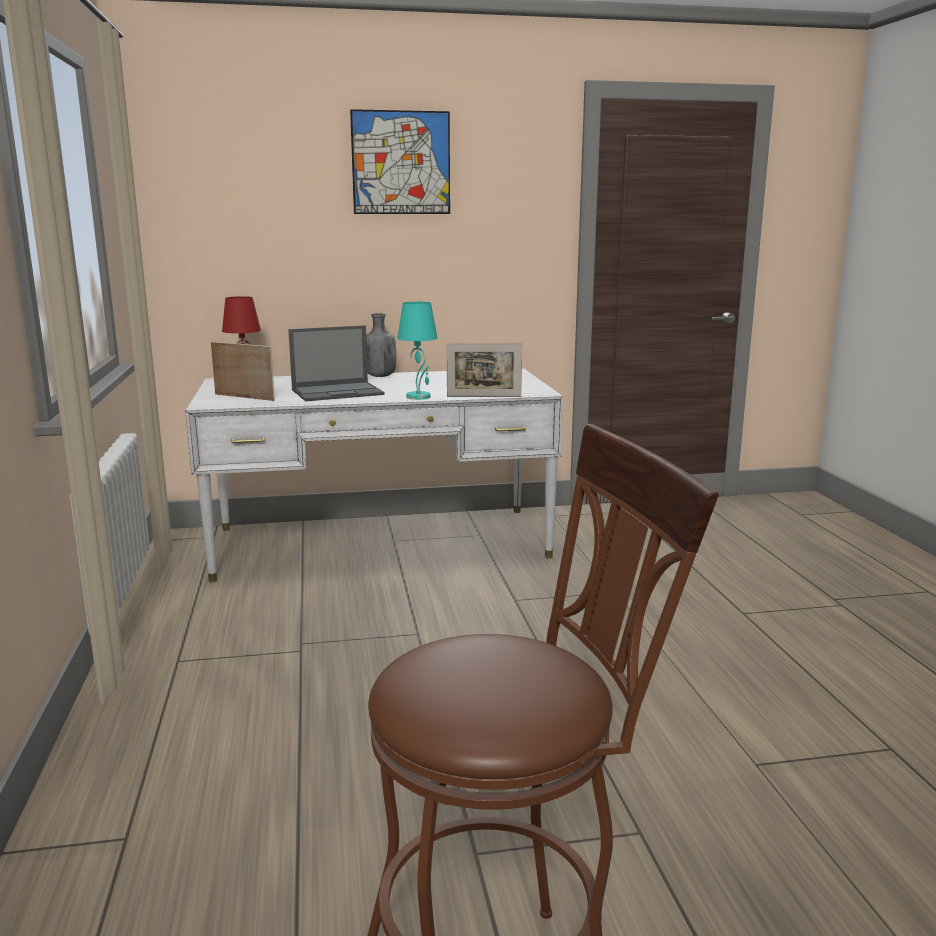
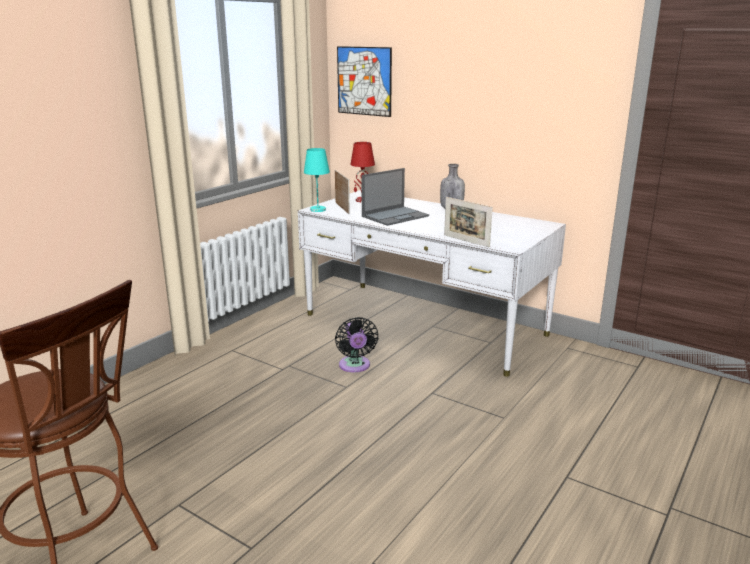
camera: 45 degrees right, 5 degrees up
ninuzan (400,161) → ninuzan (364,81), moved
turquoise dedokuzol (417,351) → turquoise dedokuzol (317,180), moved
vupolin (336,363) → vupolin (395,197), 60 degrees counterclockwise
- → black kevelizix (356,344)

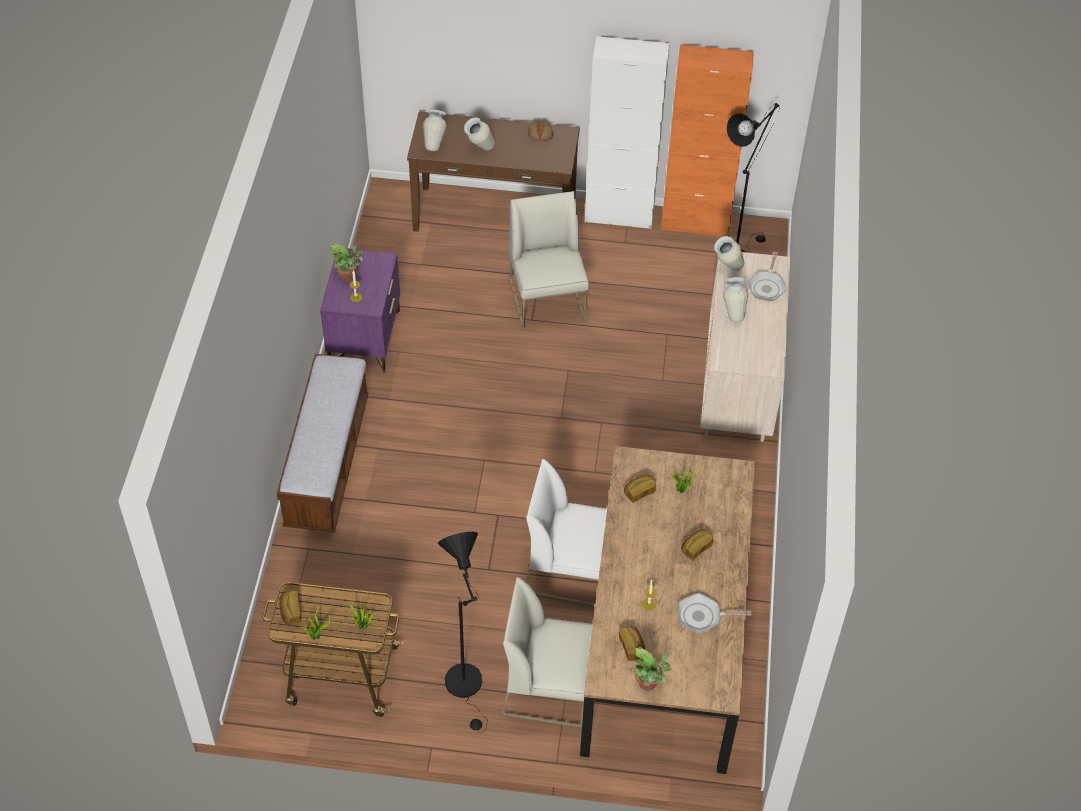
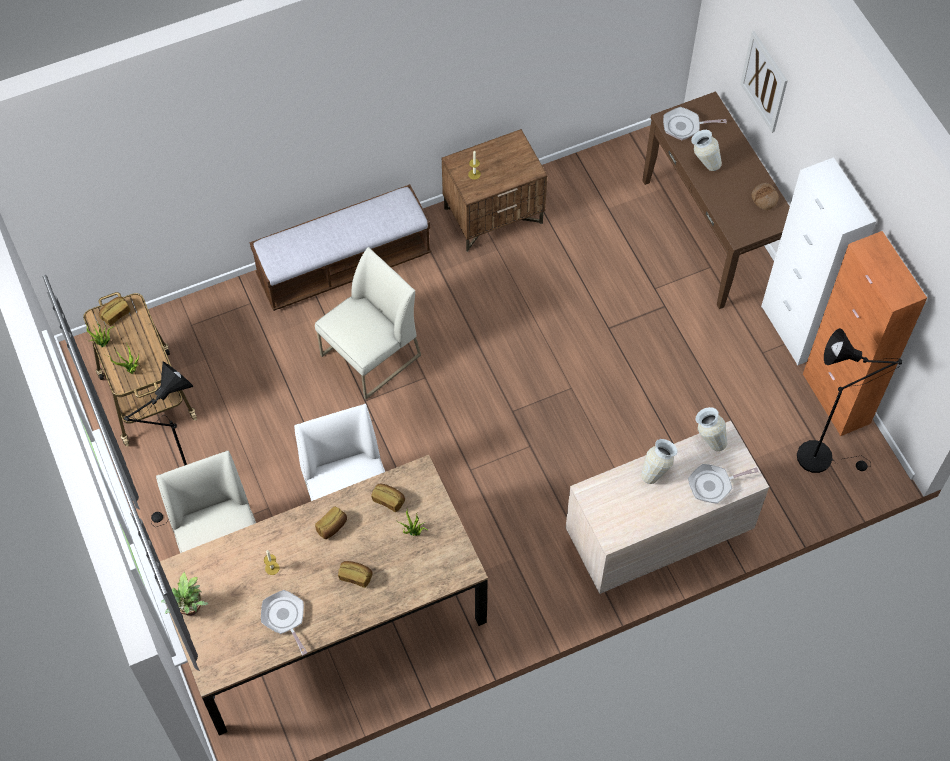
camera: 60 degrees right, 10 degrees up
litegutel (435,130) → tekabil (695,123)
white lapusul (549,261) → white lapusul (368,323), moved
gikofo (346,263) → -
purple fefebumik (360,310) → brown fefebumik (494,190)
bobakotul (632,643) → bobakotul (331,522), moved
- → ninuzan (764,82)

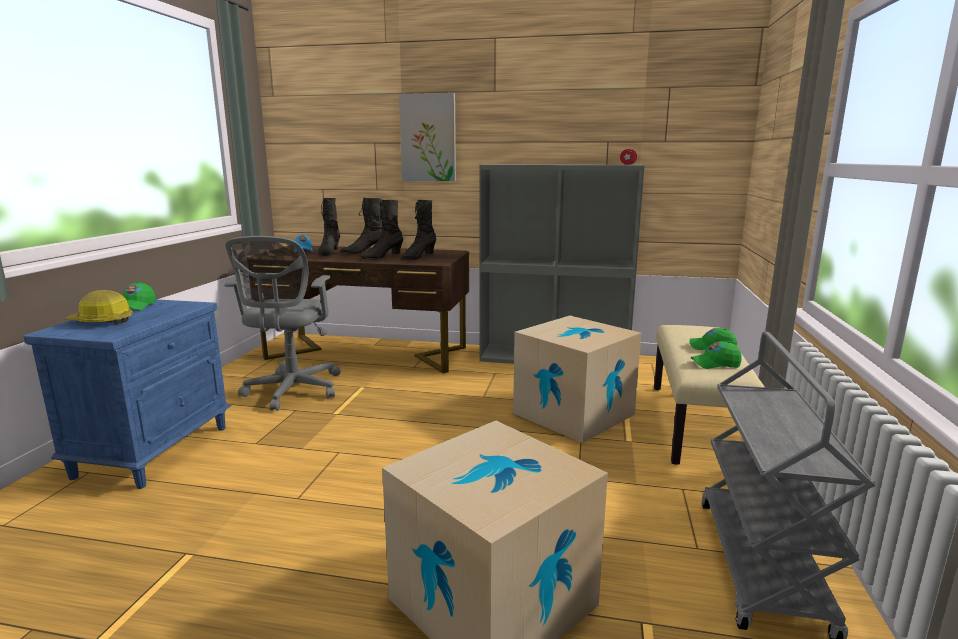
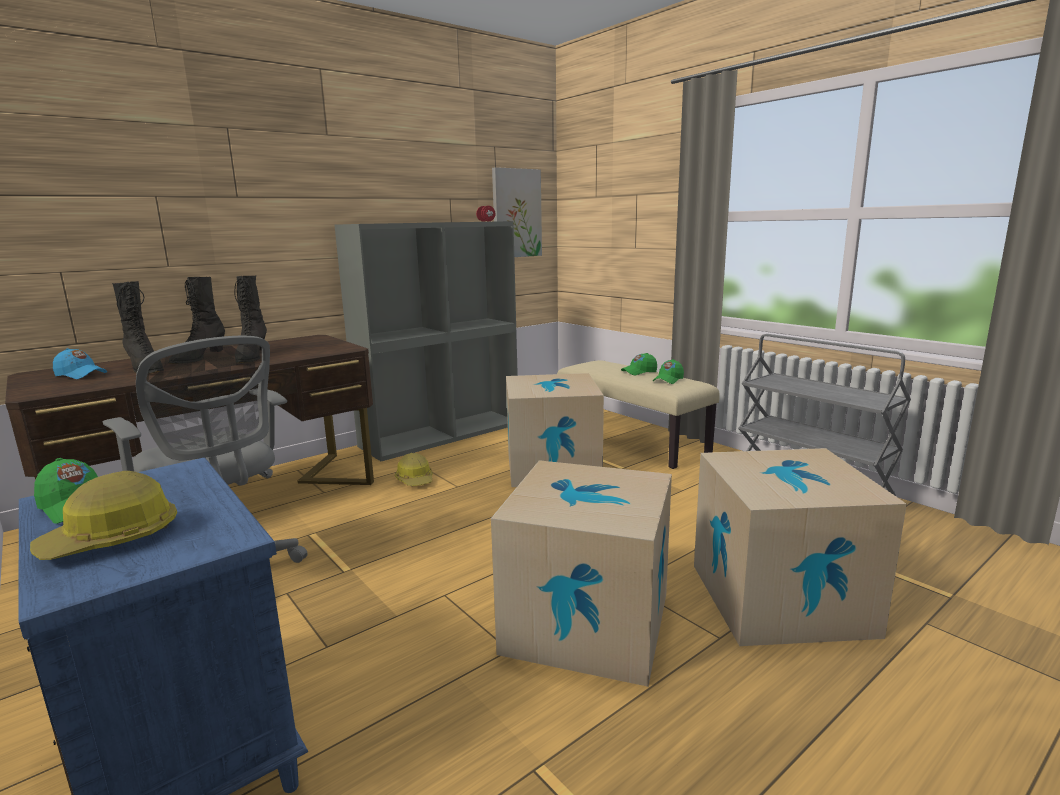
camera: 50 degrees left, 0 degrees up
ninuzan (427,137) → ninuzan (517,212), moved
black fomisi (418,230) → -
- → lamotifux (414,469)
- → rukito (581,573)

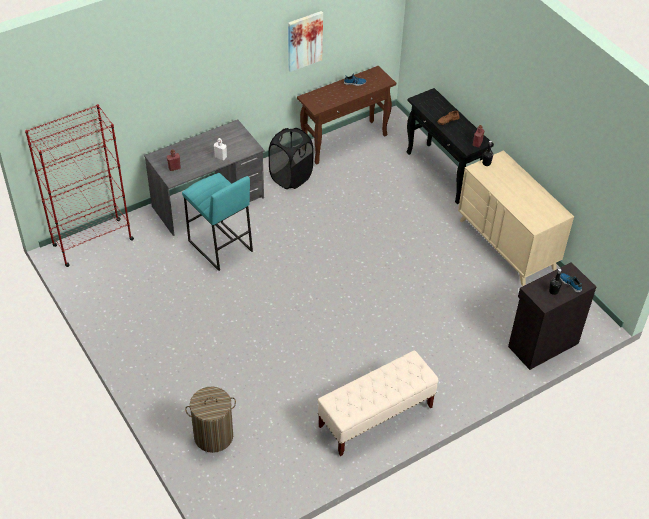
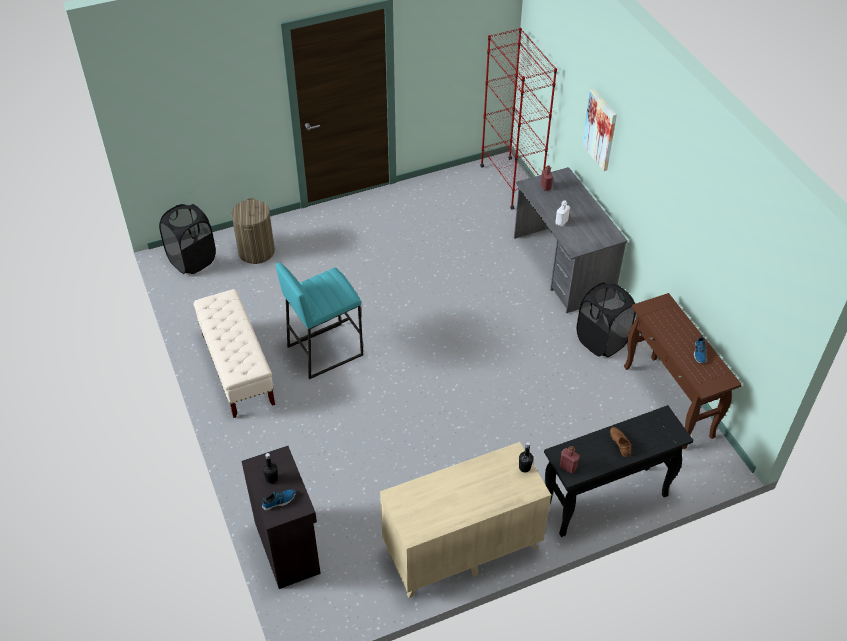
camera: 100 degrees right, 0 degrees up
ninuzan (305,41) → ninuzan (599,130), moved
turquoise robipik (217,222) → turquoise robipik (319,320), moved
- → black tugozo (187,239)

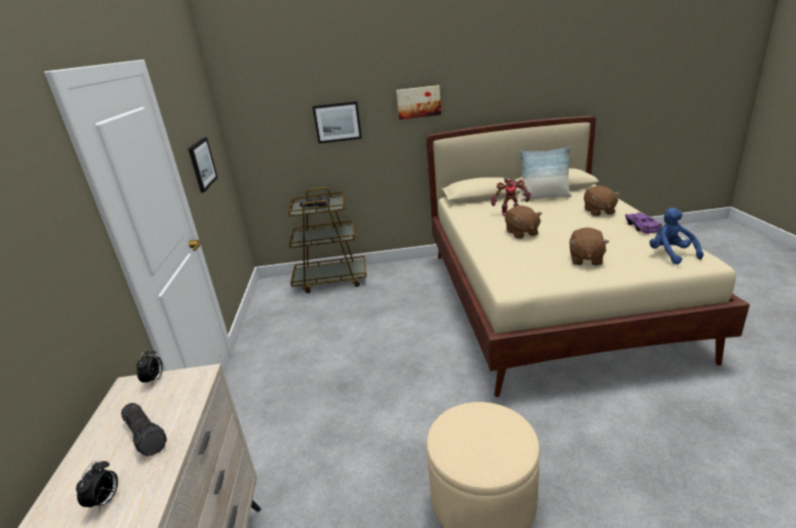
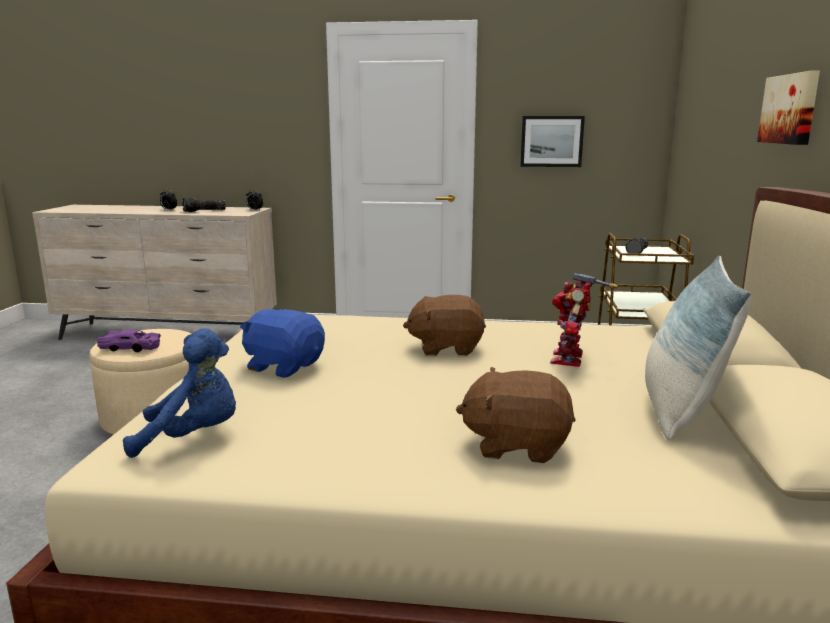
camera: 100 degrees right, 10 degrees down
ninuzan (337,122) → -
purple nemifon (643,223) → purple nemifon (129,340), moved
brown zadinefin (589,246) → blue zadinefin (282,343)

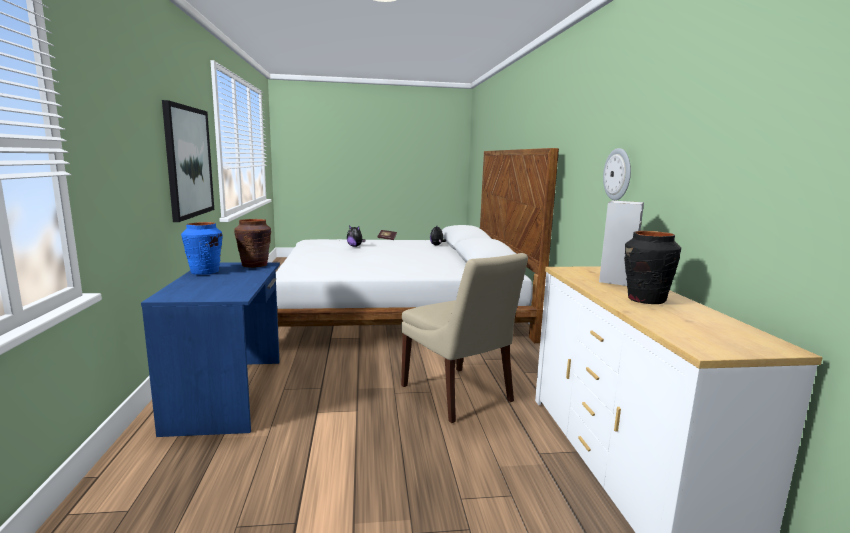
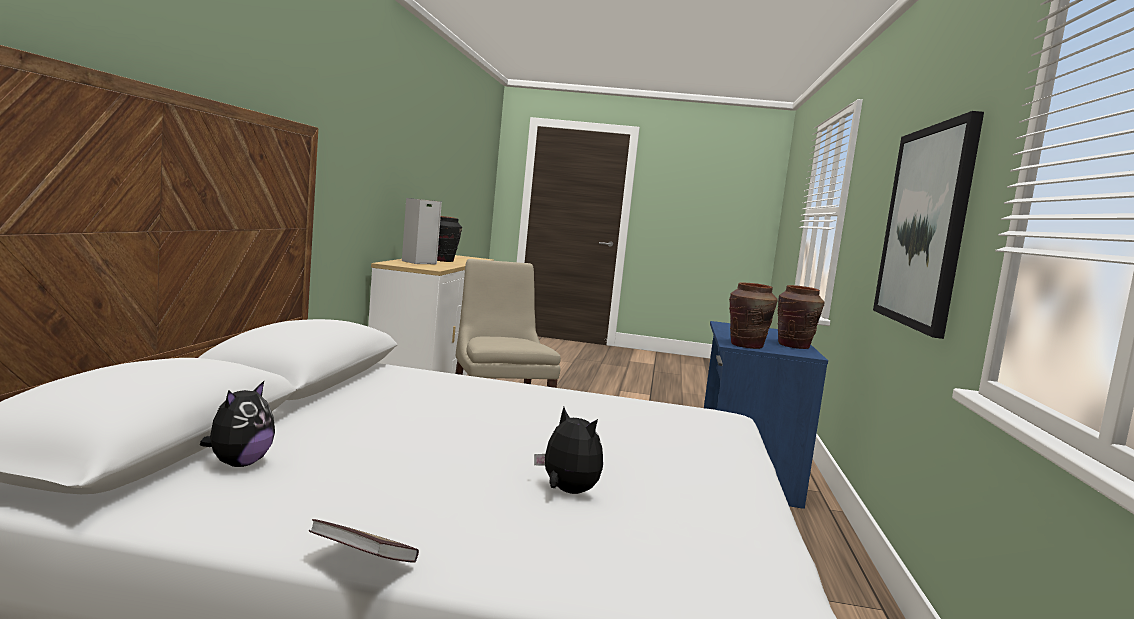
camera: 165 degrees left, 5 degrees down
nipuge (617,174) → -
blue litegutel (202,248) → brown litegutel (801,317)

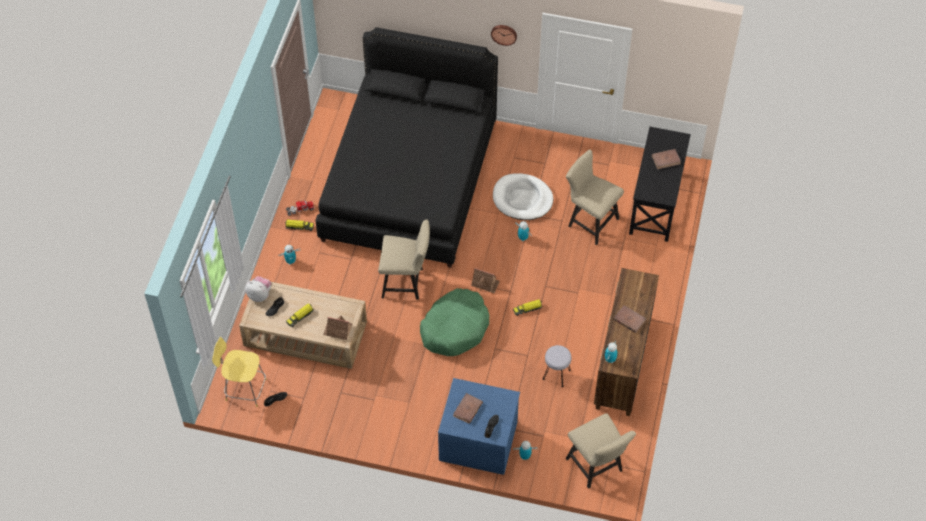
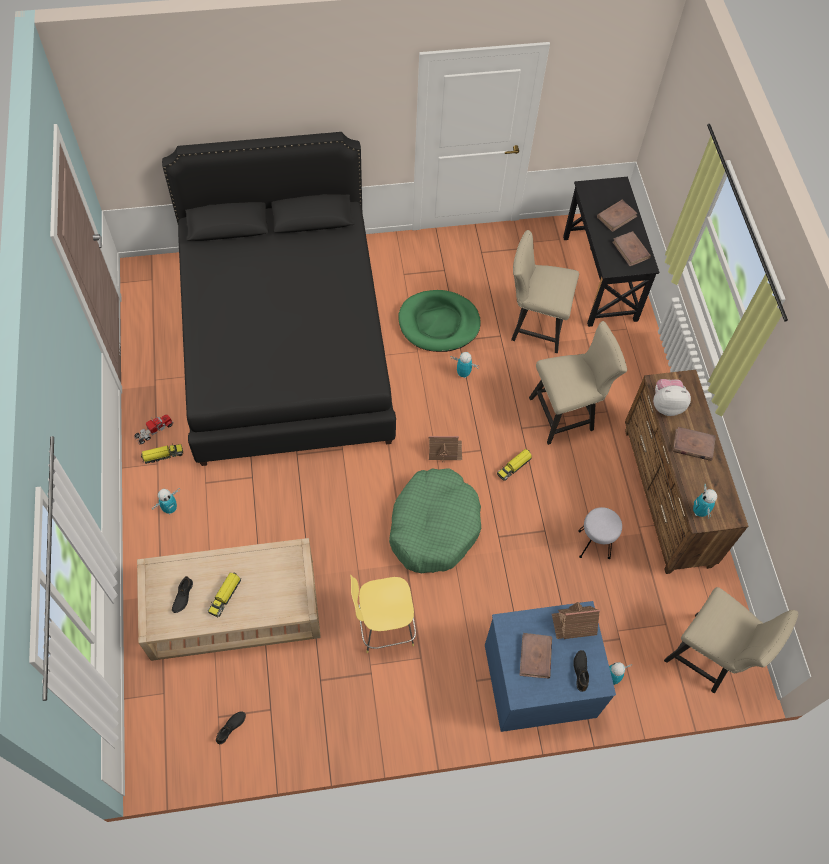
camera: 25 degrees left, 5 degrees up
nipuge (504,35) → -
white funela (523,196) → green funela (440,321)
beige lapusul (404,259) → beige lapusul (578,383), moved
zadinefin (258,289) → zadinefin (672,397), moved
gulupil (337,327) → gulupil (576,620), moved
yellow robipik (239,372) → yellow robipik (383,614), moved
- → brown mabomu (632,248)

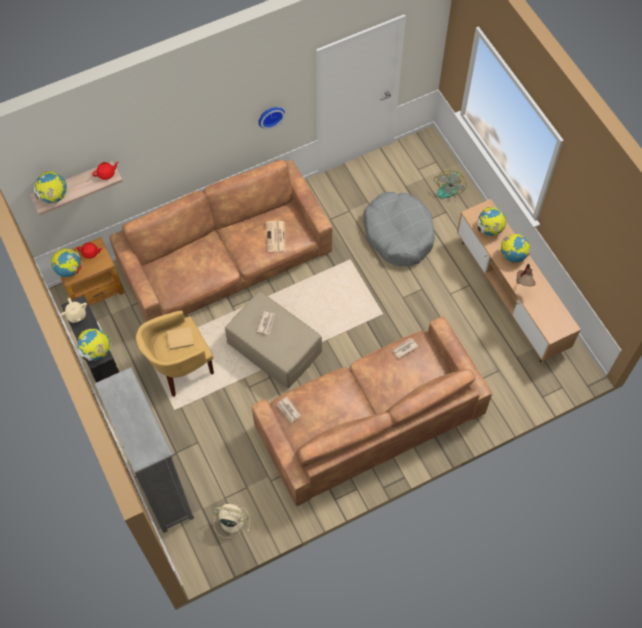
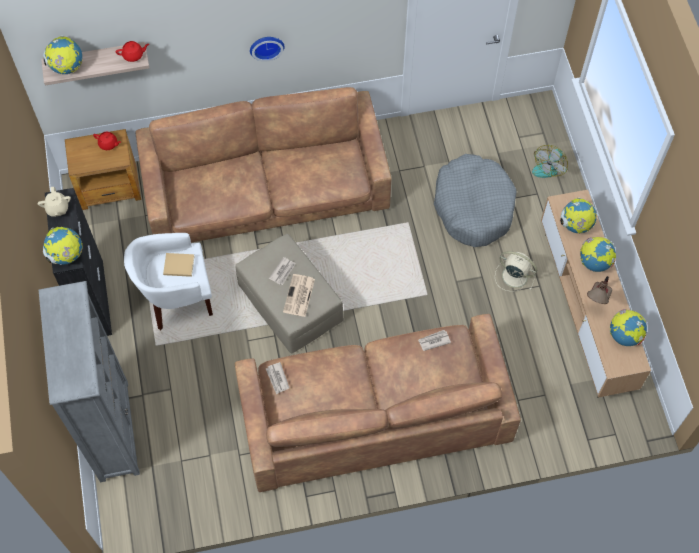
camera: 15 degrees right, 0 degrees up
nipuge (271,118) → nipuge (267,49), moved
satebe (276,236) → satebe (299,295), moved
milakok (66,262) → milakok (628,327), moved
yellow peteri (175,354) → white peteri (168,281)
beige kevelizix (231,521) → beige kevelizix (516,271), moved

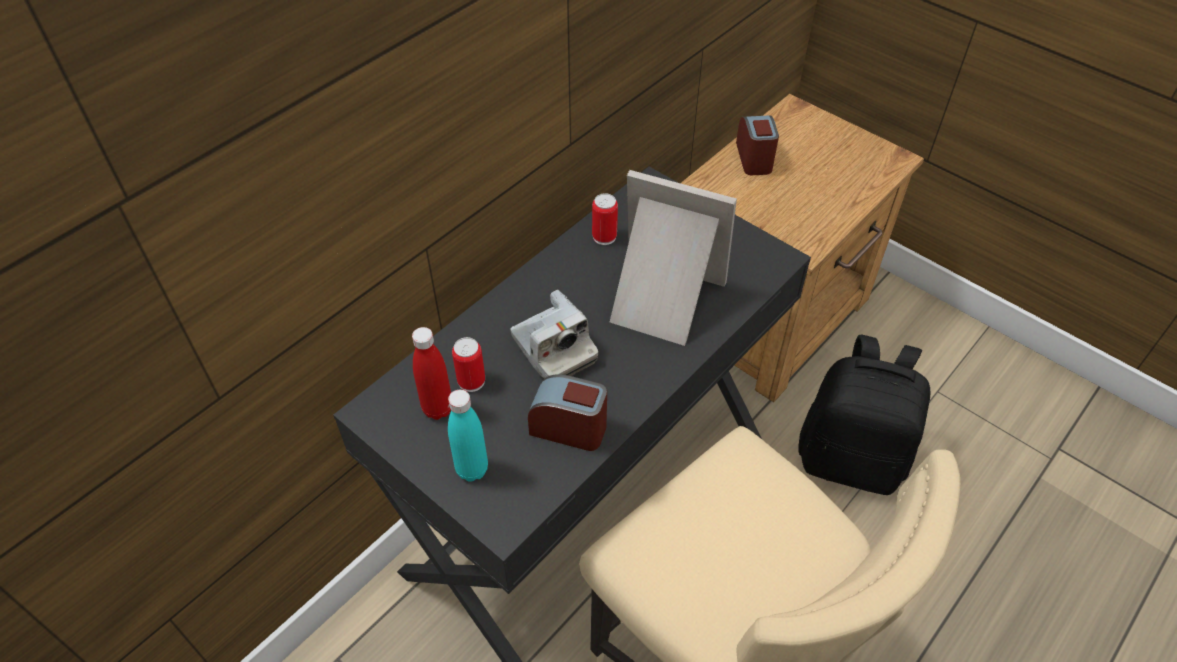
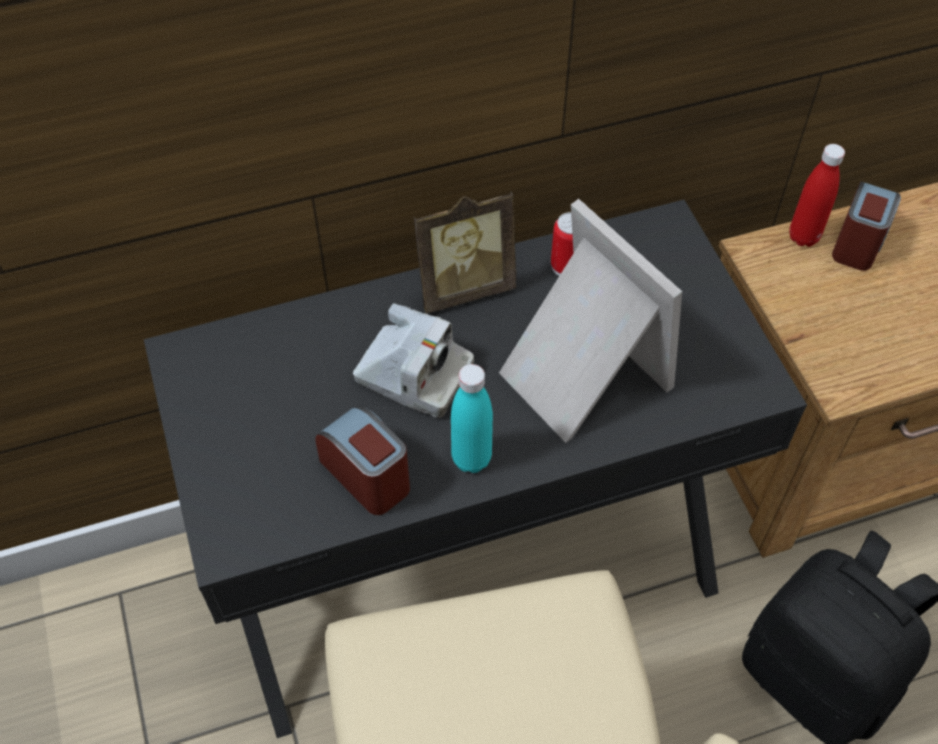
camera: 30 degrees right, 5 degrees up
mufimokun (554,334) → mufimokun (413,360), 60 degrees counterclockwise
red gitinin (431,373) → red gitinin (817,195), moved
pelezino (468,364) → -
turquoise gitinin (468,436) → turquoise gitinin (472,418), moved
- → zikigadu (465,252)

